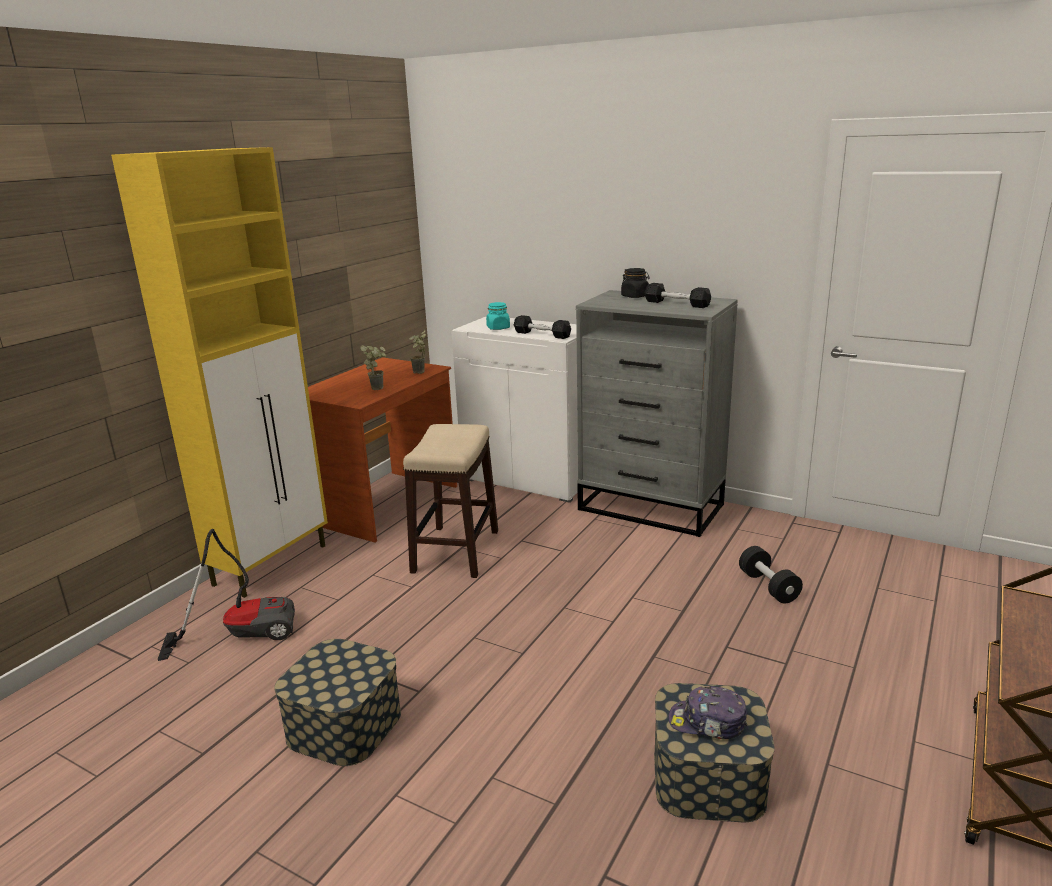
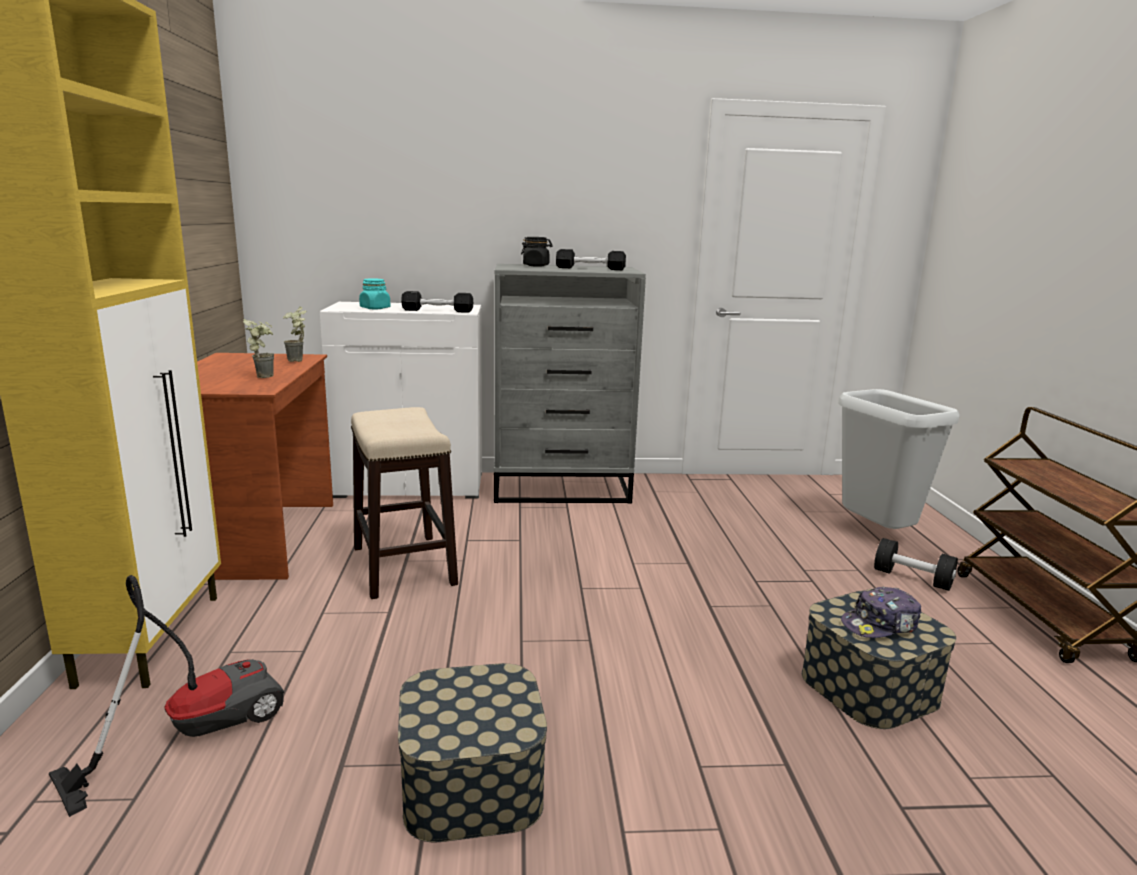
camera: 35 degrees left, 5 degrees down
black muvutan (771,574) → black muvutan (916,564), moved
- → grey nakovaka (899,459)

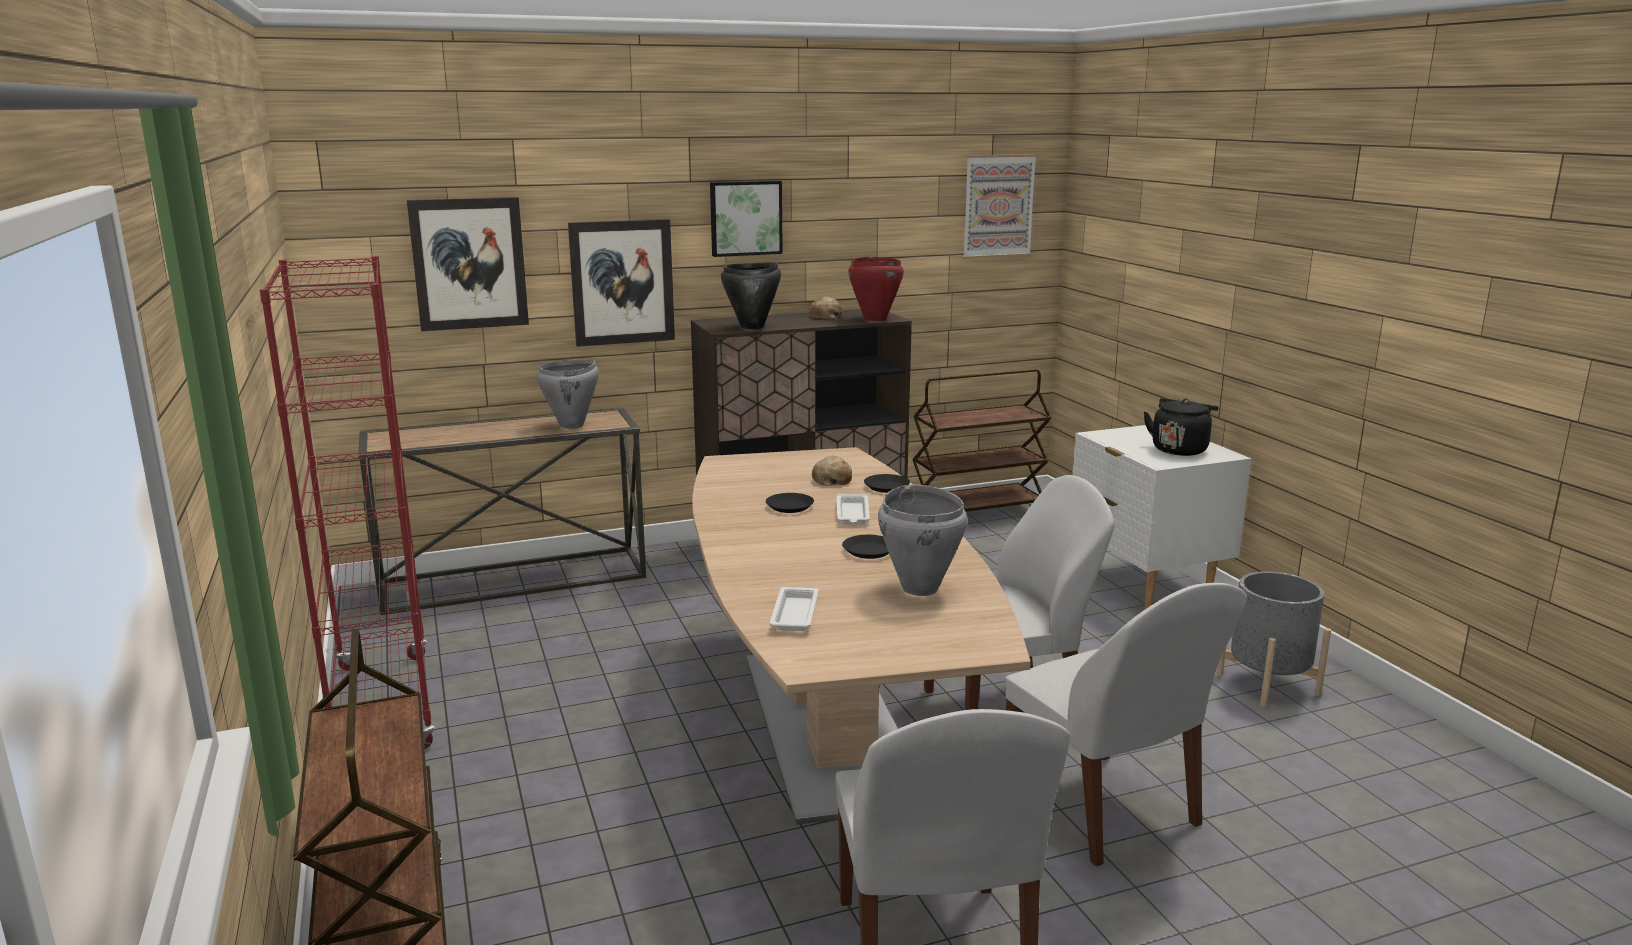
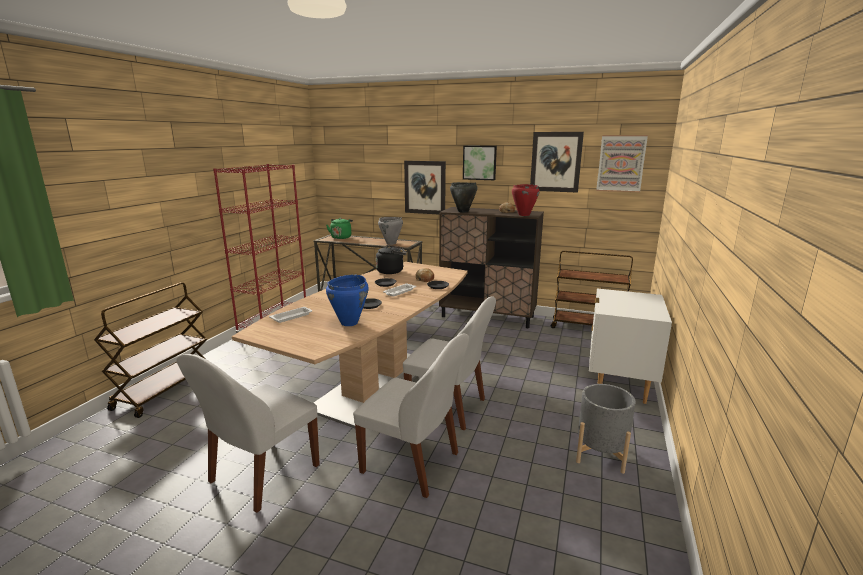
camera: 40 degrees right, 0 degrees up
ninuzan (468,264) → ninuzan (557,162), moved
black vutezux (1181,427) → black vutezux (391,259), moved
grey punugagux (923,540) → blue punugagux (347,300)
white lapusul (1126,725) → white lapusul (411,416), 75 degrees counterclockwise
- → green vutezux (339,228)

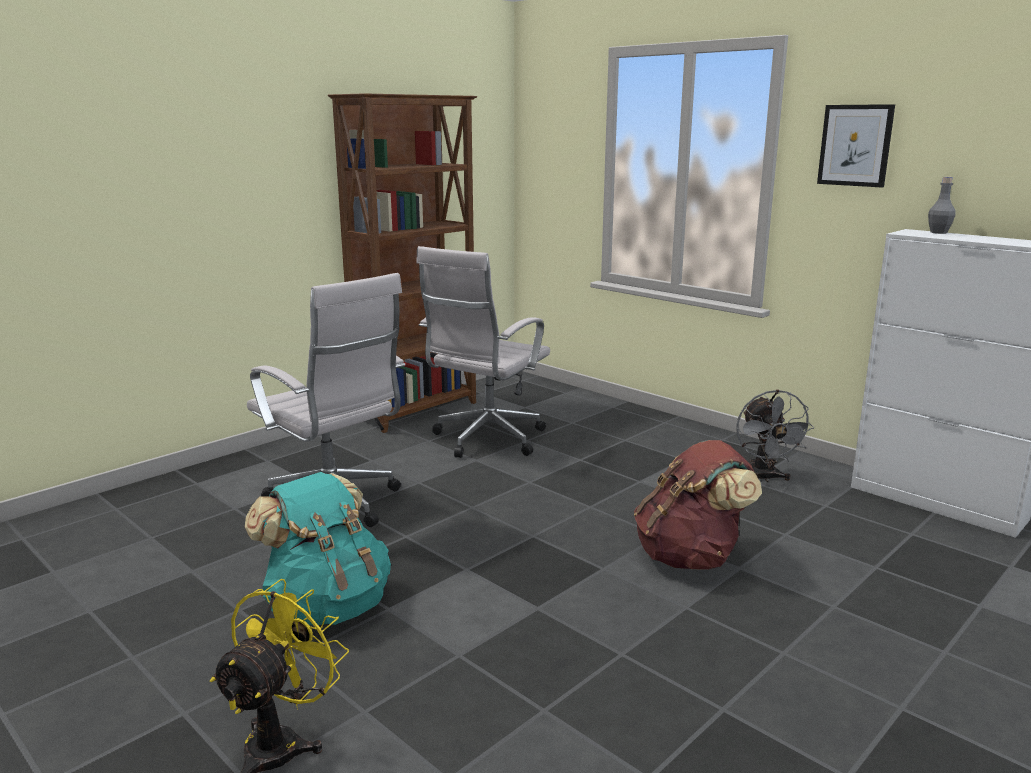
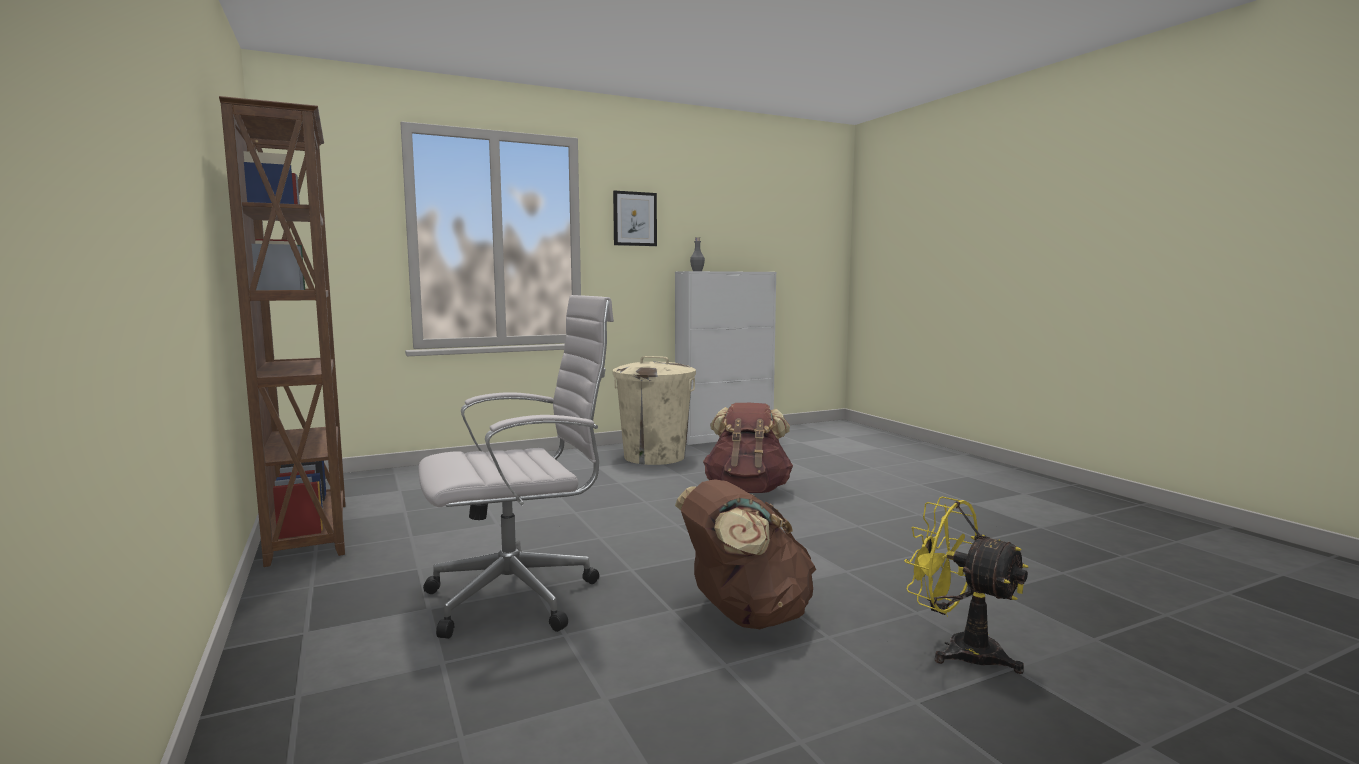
camera: 70 degrees left, 10 degrees down
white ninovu (483,352) → -
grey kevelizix (775,436) → beige nakovaka (654,410)
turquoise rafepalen (317,548) → brown rafepalen (745,554)

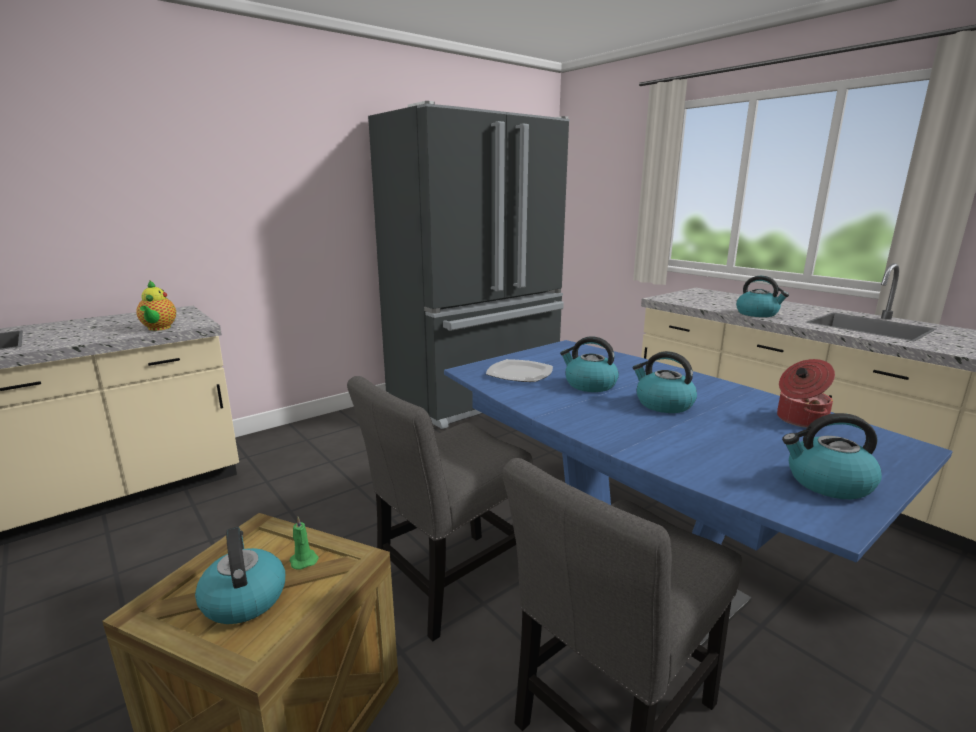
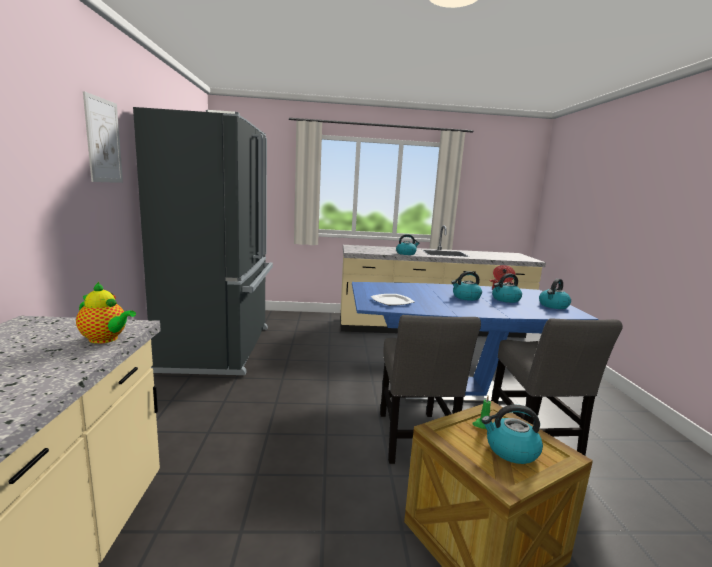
camera: 55 degrees left, 5 degrees down
vutezux (589,364) → vutezux (507,288), moved
- → ninuzan (103,137)

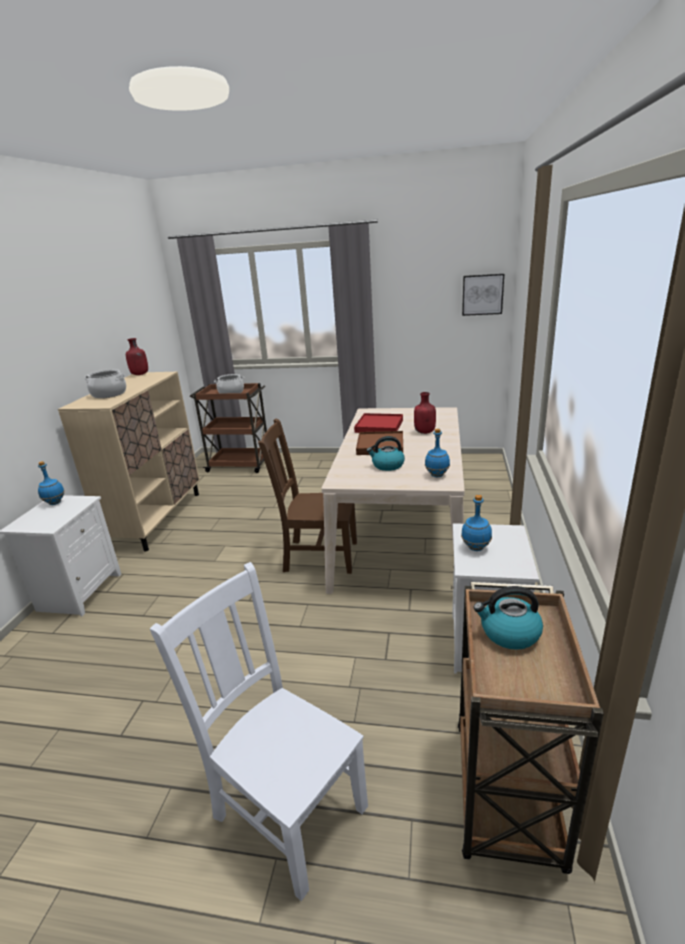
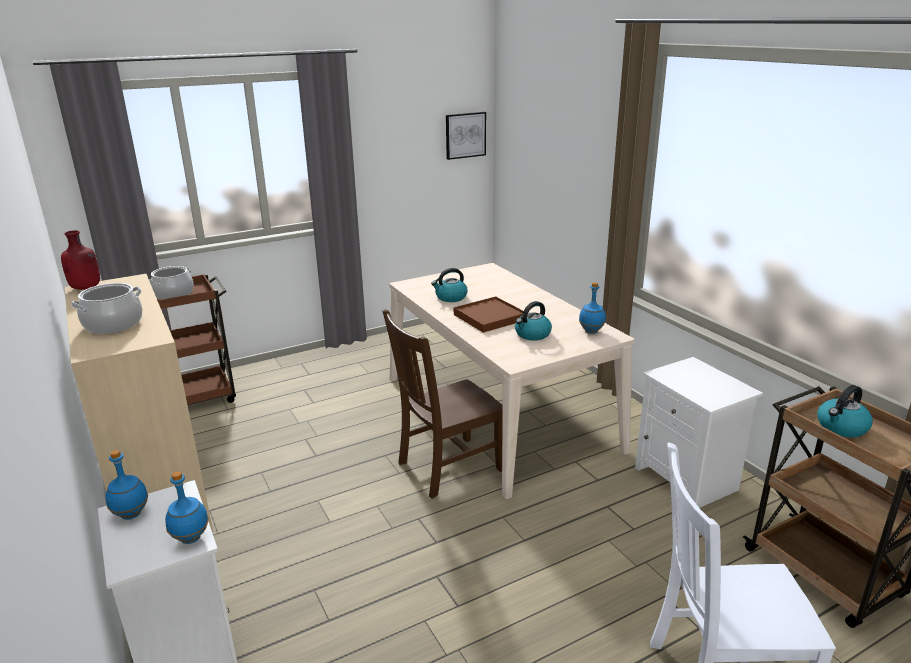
camera: 40 degrees left, 0 degrees up
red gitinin (425,413) → -
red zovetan (378,423) → vutezux (449,285)
blue gitinin (476,523) → blue gitinin (187,507), moved

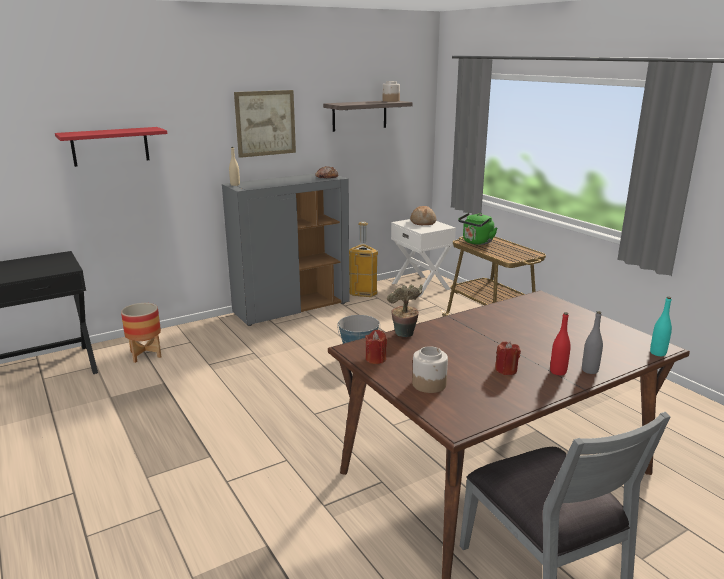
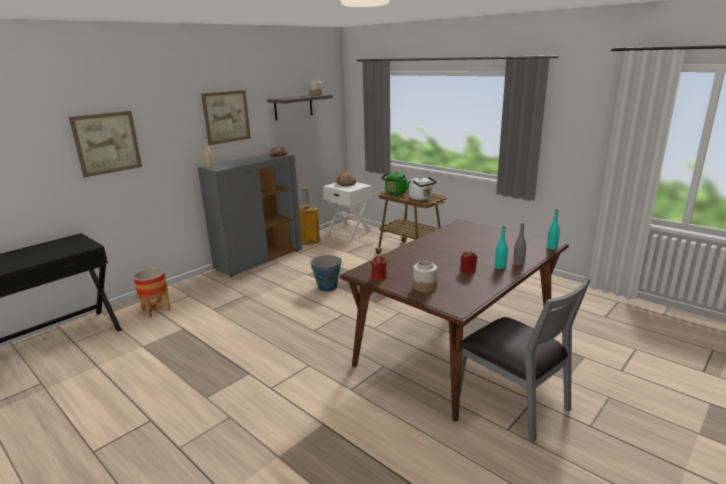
camera: 15 degrees left, 0 degrees up
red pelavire (111,147) → ninuzan (105,144)
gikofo (405,310) → -
red gitinin (560,343) → turquoise gitinin (501,247)
- → white vutezux (423,188)

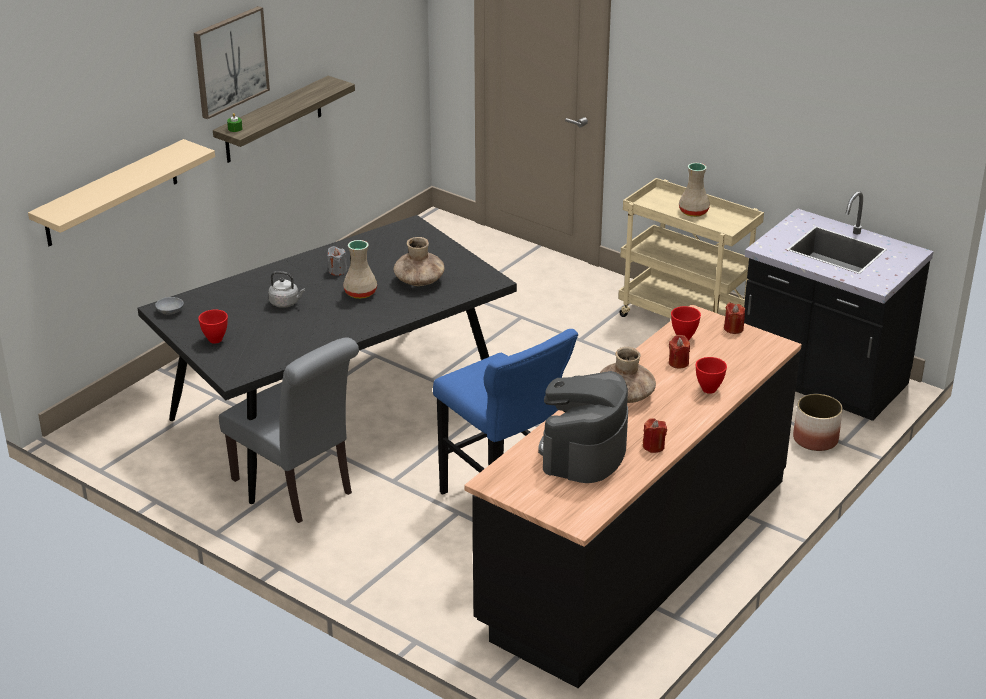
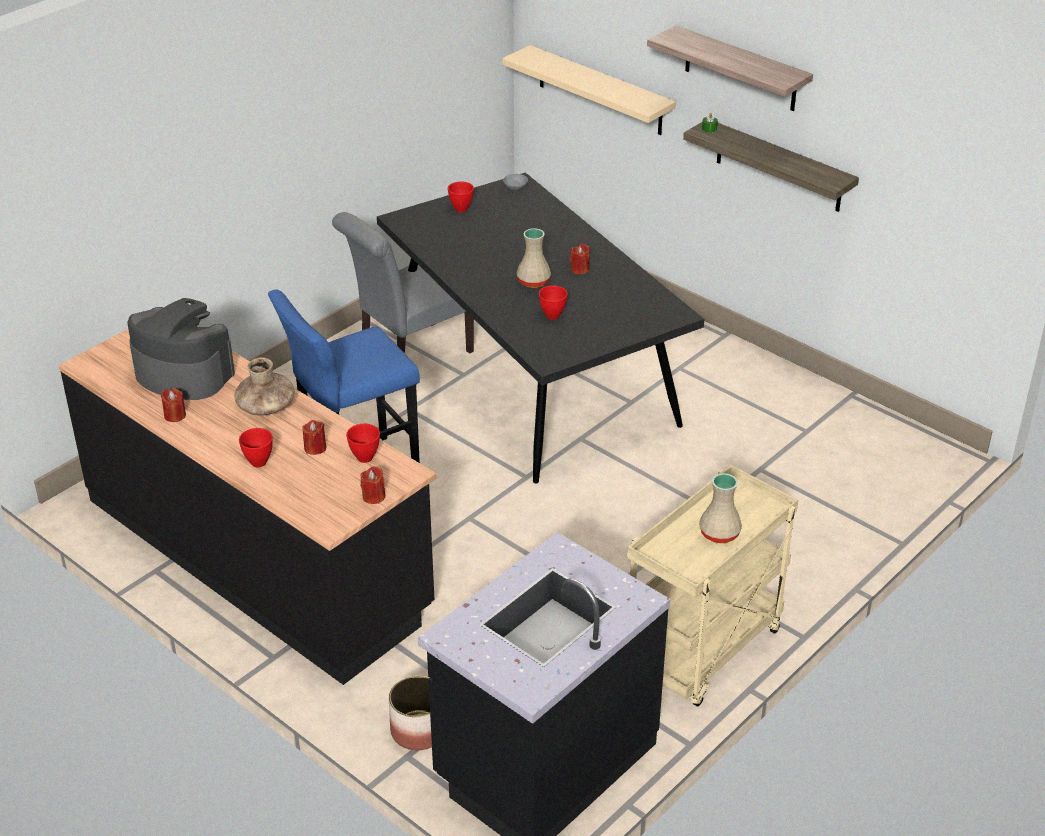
camera: 95 degrees right, 5 degrees up
ninuzan (232,62) → pelavire (730,68)
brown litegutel (419,261) → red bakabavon (553,302)
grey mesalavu (337,261) → red mesalavu (580,259)
grey vutezux (286,289) → -

